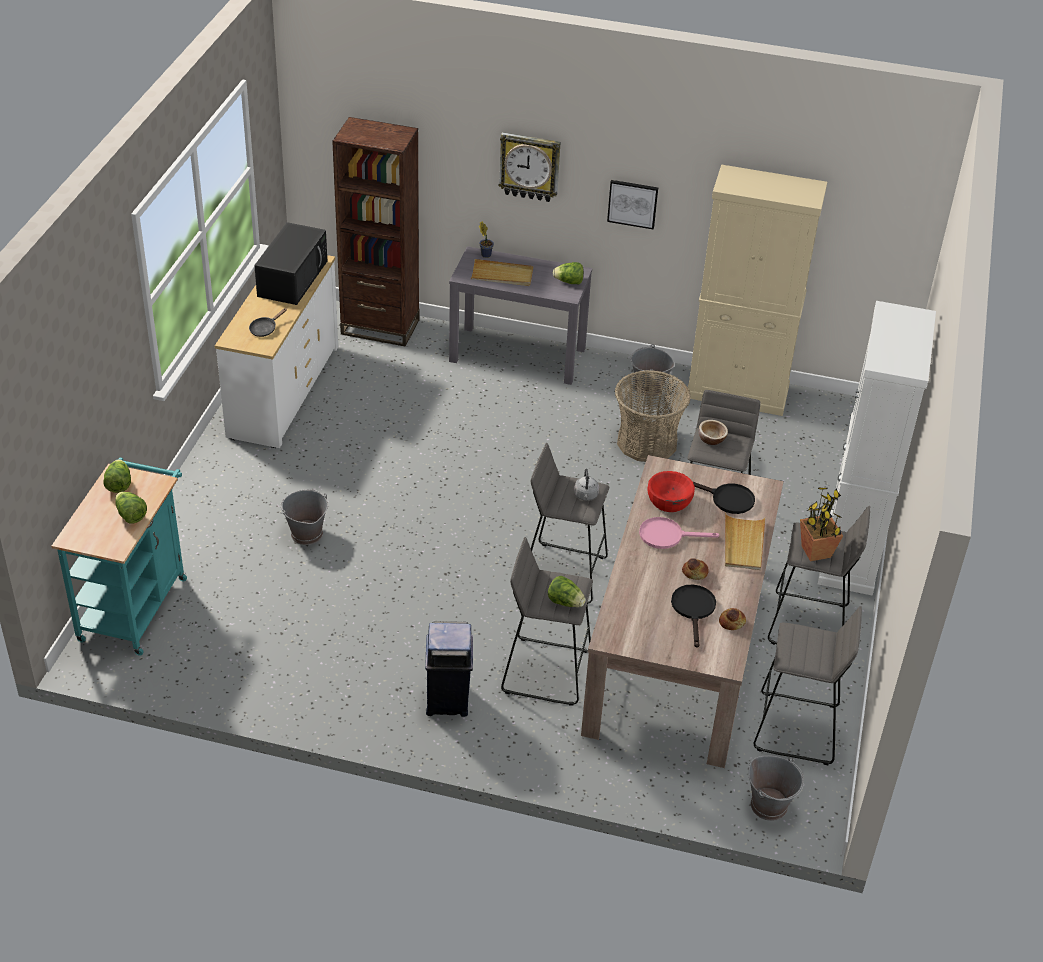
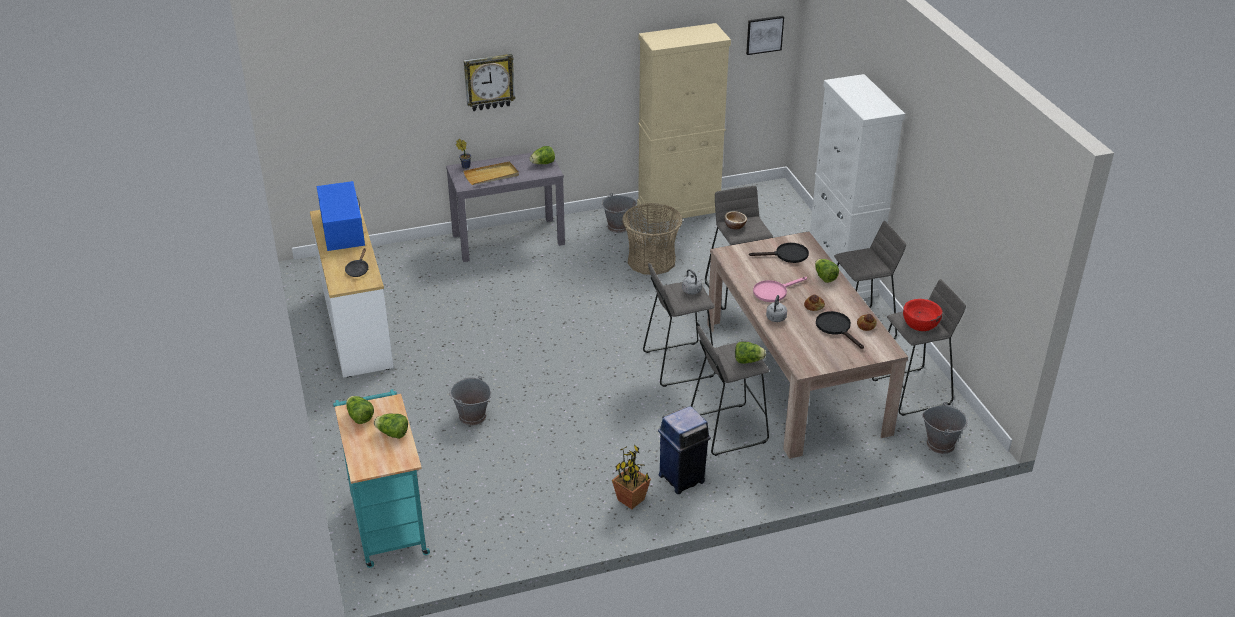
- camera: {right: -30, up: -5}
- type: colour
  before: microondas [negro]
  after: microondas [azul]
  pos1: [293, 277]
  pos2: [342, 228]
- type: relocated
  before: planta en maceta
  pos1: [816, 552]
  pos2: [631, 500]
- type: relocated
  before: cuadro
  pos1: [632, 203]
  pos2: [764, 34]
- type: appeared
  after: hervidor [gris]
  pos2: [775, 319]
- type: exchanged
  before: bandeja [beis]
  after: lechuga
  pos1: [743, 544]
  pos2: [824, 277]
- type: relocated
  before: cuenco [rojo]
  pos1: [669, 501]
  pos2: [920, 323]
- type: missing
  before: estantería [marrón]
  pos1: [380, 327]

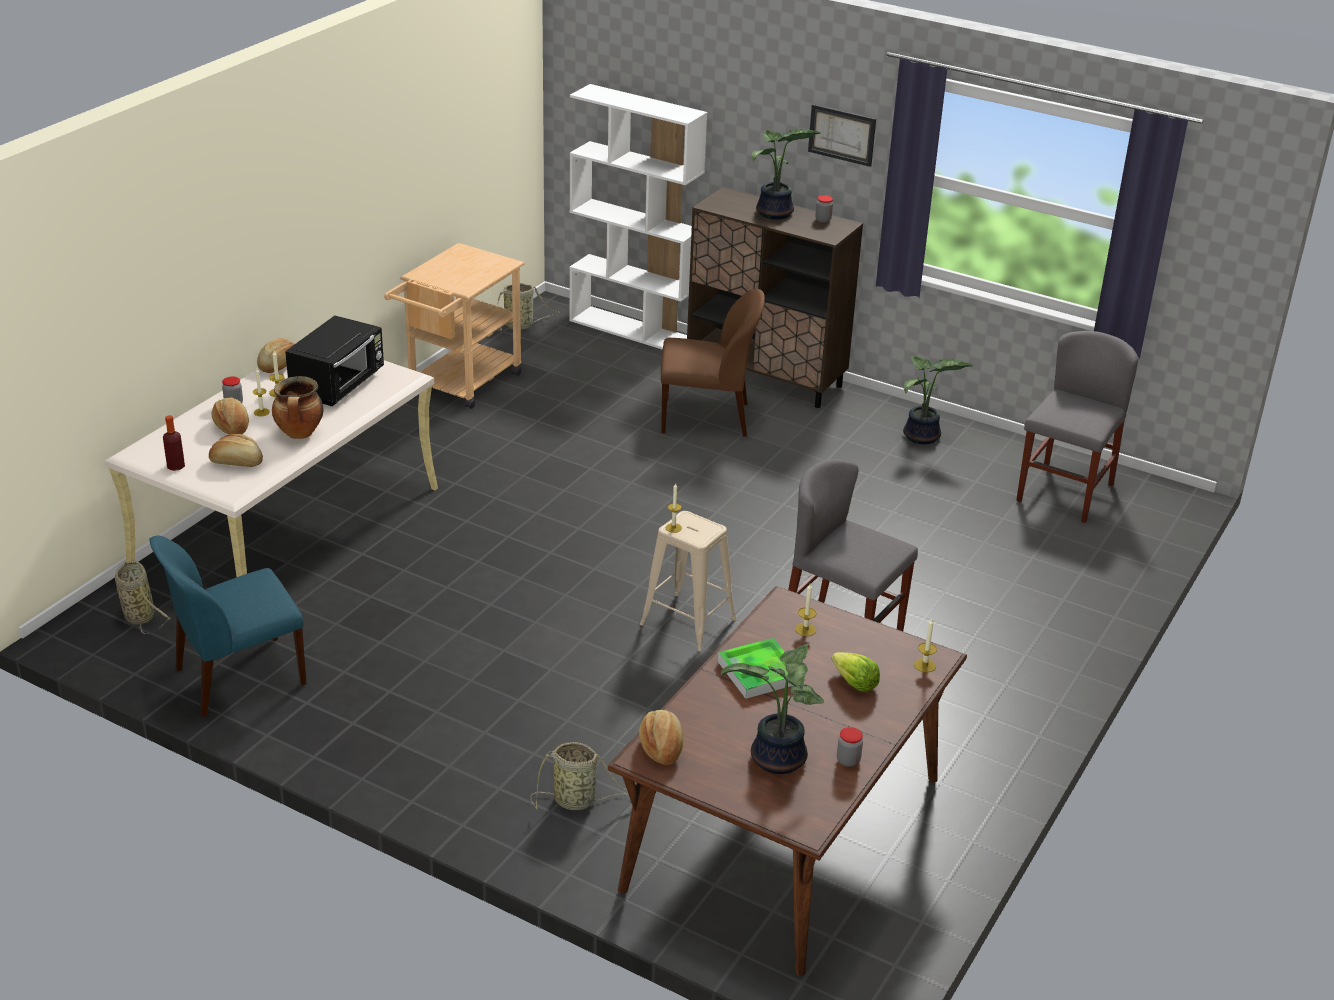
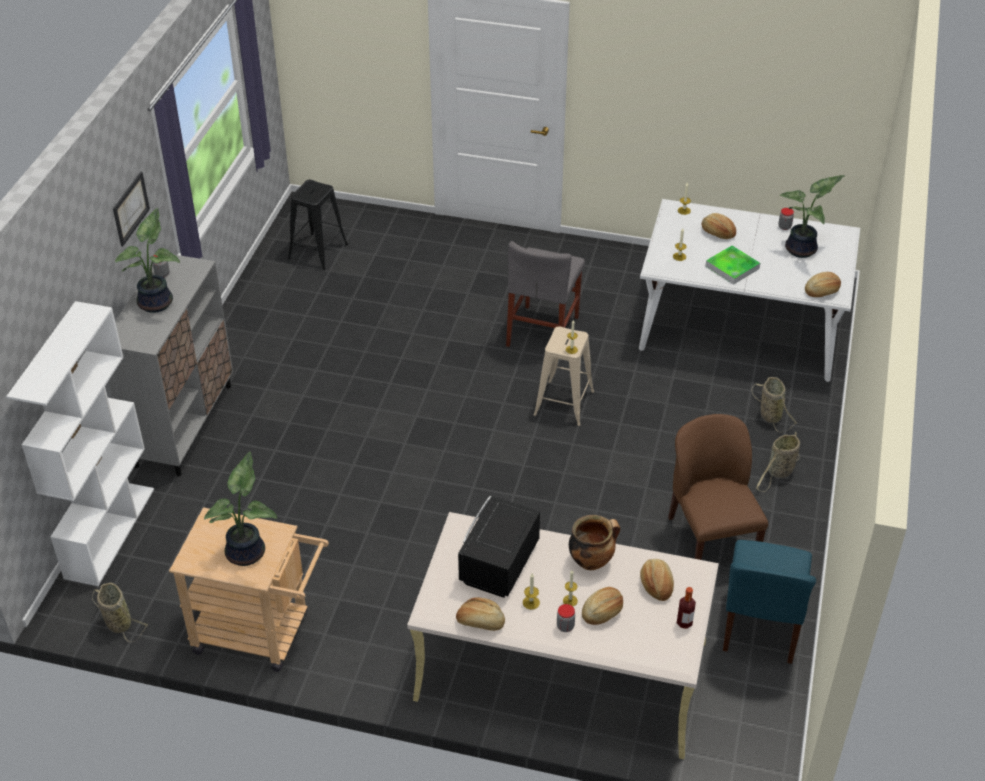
- camera: {right: -105, up: 10}
- type: colour
  before: armario [marrón]
  after: armario [gris]
  pos1: [766, 377]
  pos2: [184, 425]
- type: relocated
  before: planta en maceta
  pos1: [922, 438]
  pos2: [248, 552]
- type: exchanged
  before: silla [gris]
  after: taburete [negro]
  pos1: [1064, 492]
  pos2: [318, 251]
- type: spun
  before: microondas [negro]
  pos1: [339, 385]
  pos2: [498, 565]
  turn: -75
- type: colour
  before: mesa de comedor [marrón]
  after: mesa de comedor [blanco]
  pos1: [784, 834]
  pos2: [741, 327]
- type: relocated
  before: silla [marrón]
  pos1: [707, 418]
  pos2: [710, 539]
- type: exchanged
  before: lechuga
  after: pan
  pos1: [854, 683]
  pos2: [717, 232]
- type: spun
  before: silla [azul]
  pos1: [237, 677]
  pos2: [760, 626]
  turn: 60
- type: relocated
  before: cesta
  pos1: [138, 615]
  pos2: [779, 472]

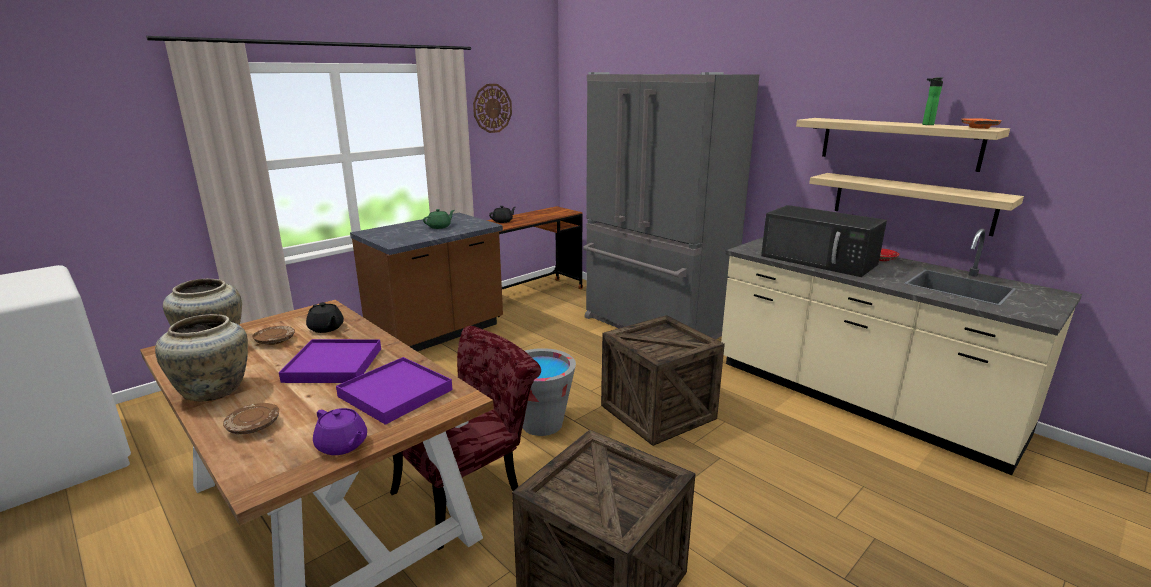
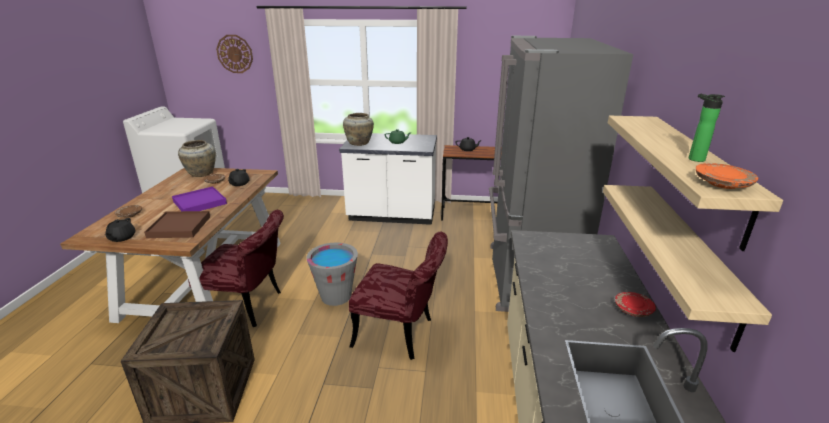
- camera: {right: 50, up: 5}
- type: colour
  before: tetera [morado]
  after: tetera [negro]
  pos1: [342, 445]
  pos2: [121, 238]
- type: colour
  before: bandeja [morado]
  after: bandeja [marrón]
  pos1: [395, 393]
  pos2: [179, 227]
- type: relocated
  before: reloj de pared
  pos1: [492, 108]
  pos2: [235, 54]
- type: colour
  before: mueble bajo de cocina [marrón]
  after: mueble bajo de cocina [blanco]
  pos1: [437, 334]
  pos2: [392, 215]
- type: relocated
  before: florero [beis]
  pos1: [215, 390]
  pos2: [359, 143]
- type: exchanged
  before: caja de embalaje
  after: silla [rojo]
  pos1: [658, 412]
  pos2: [401, 334]
- type: missing
  before: microondas [negro]
  pos1: [820, 260]

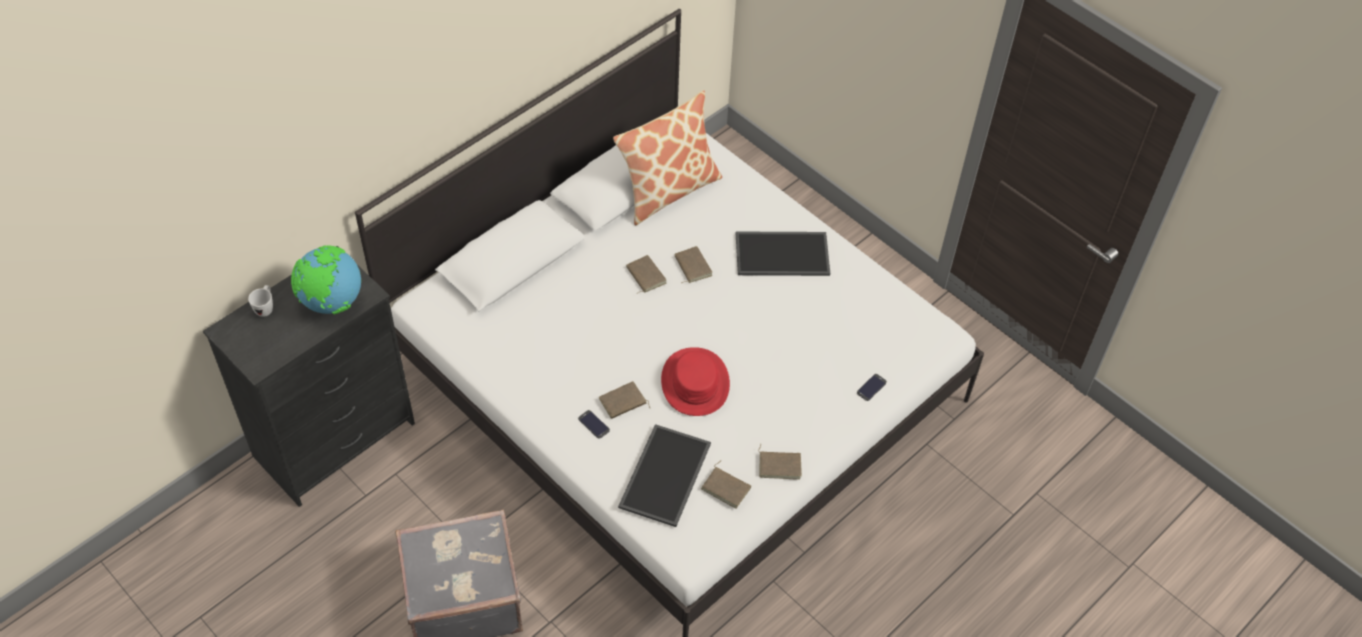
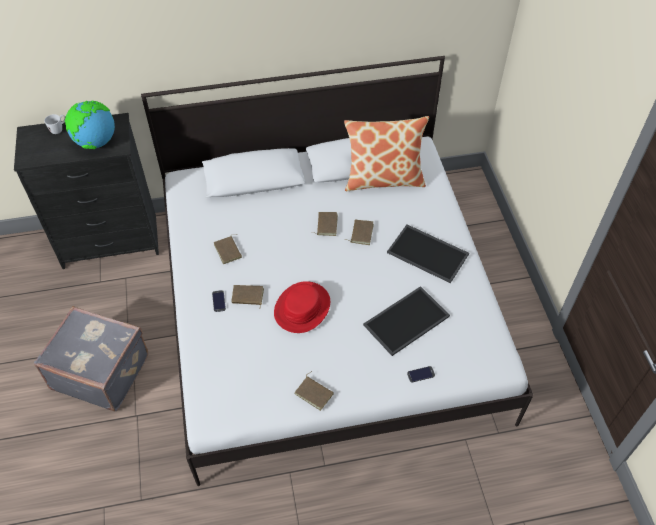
- camera: {right: 35, up: 0}
- type: relocated
  before: libro [marrón]
  pos1: [727, 487]
  pos2: [229, 251]
- type: relocated
  before: bandeja
  pos1: [664, 474]
  pos2: [406, 319]

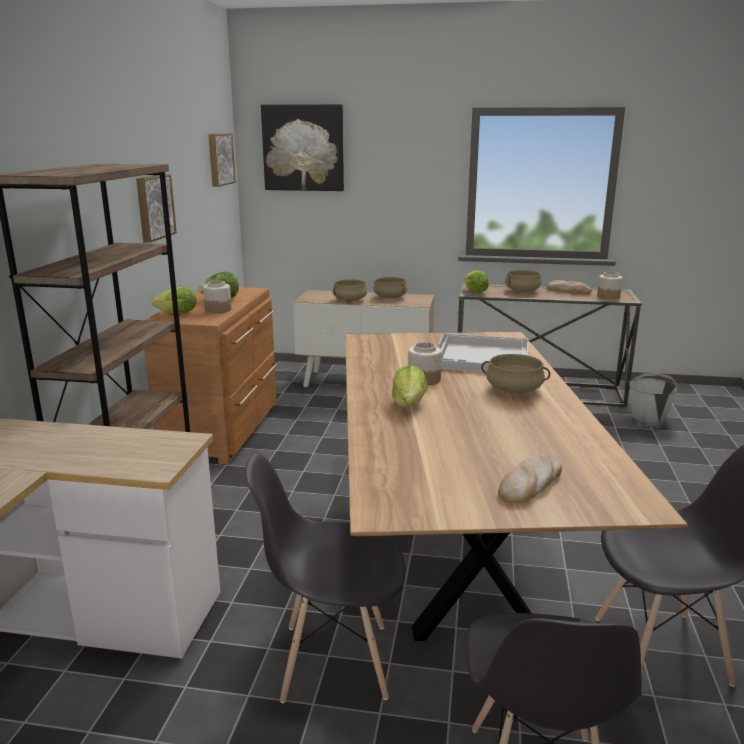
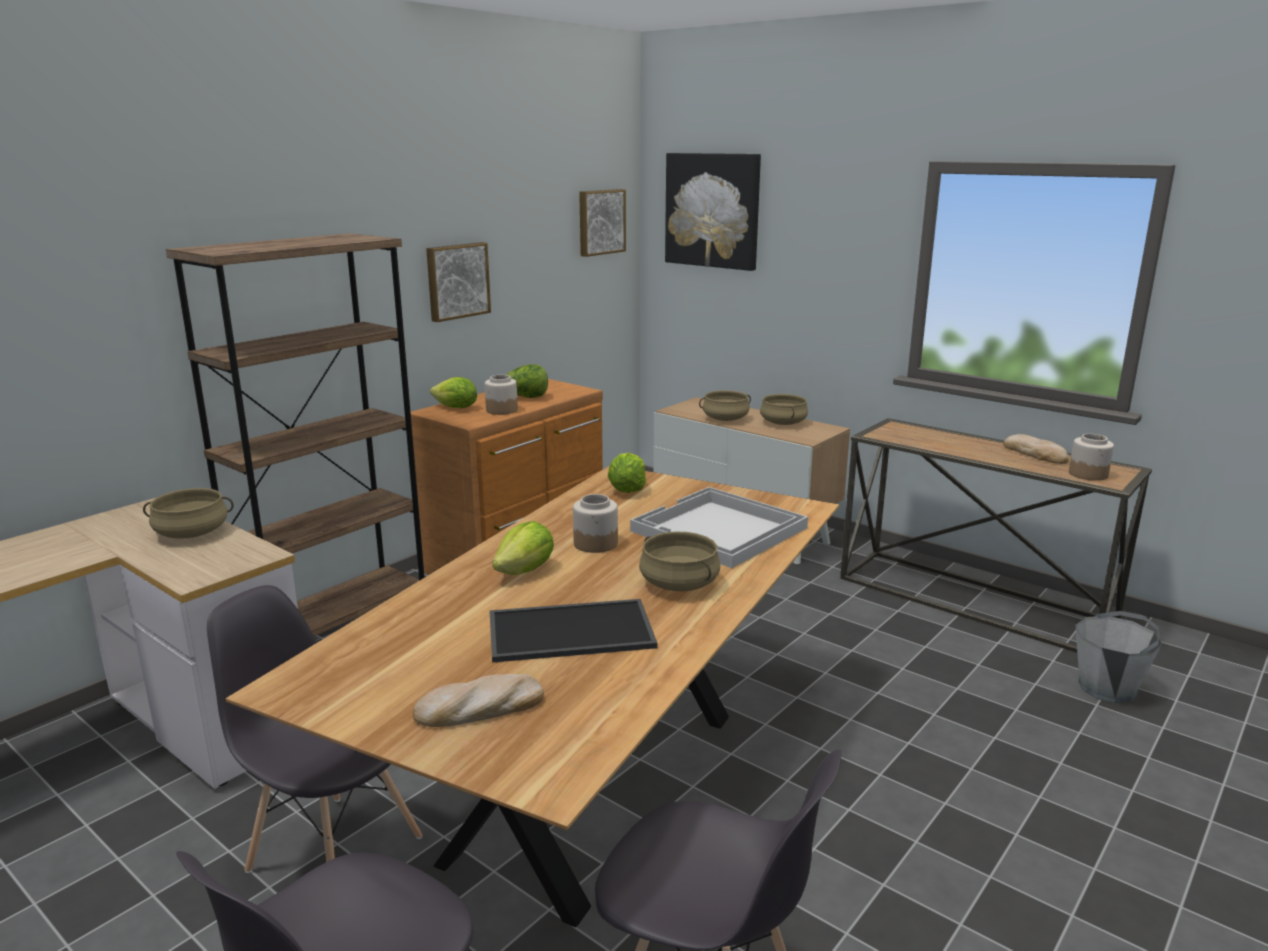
- camera: {right: 30, up: 0}
- type: relocated
  before: olla [beis]
  pos1: [522, 291]
  pos2: [192, 533]
- type: appeared
  after: bandeja
  pos2: [569, 632]
- type: relocated
  before: lechuga
  pos1: [475, 292]
  pos2: [627, 490]

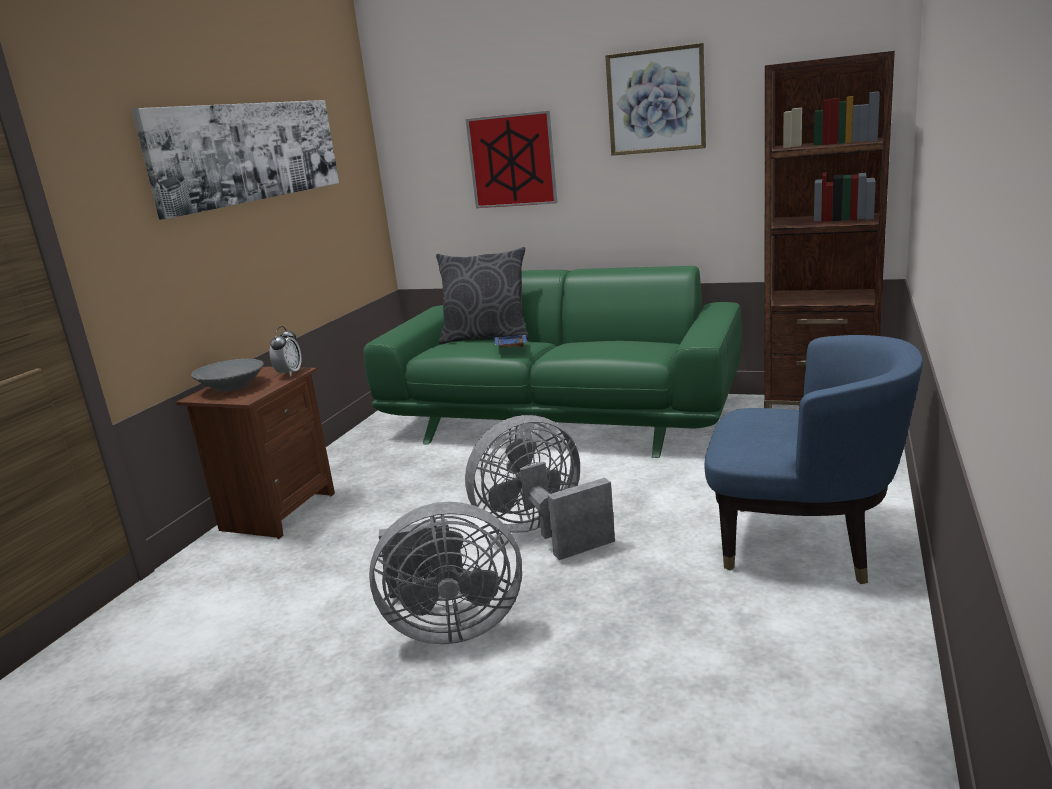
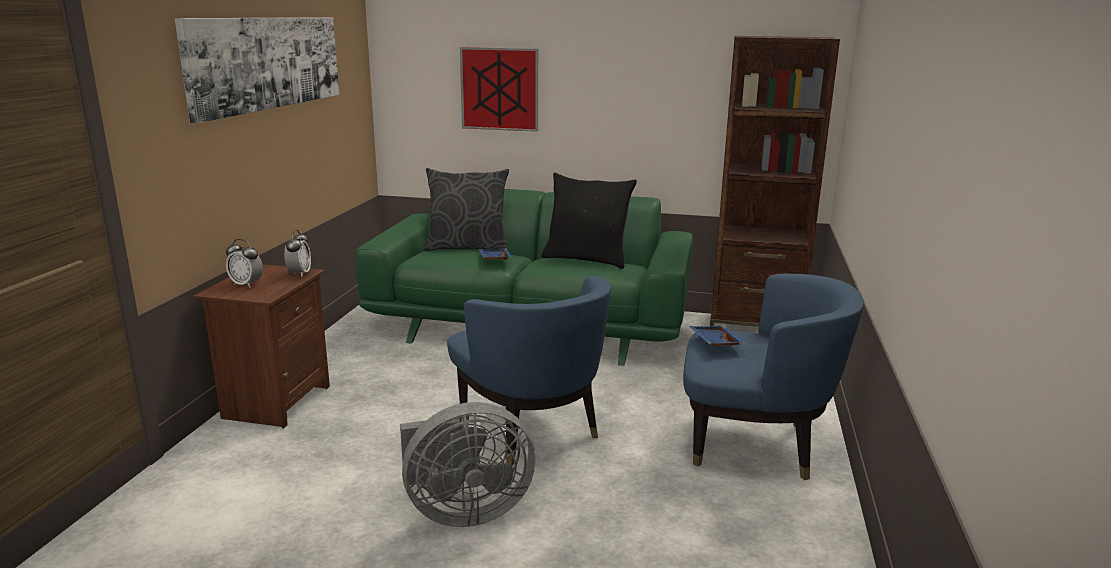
- camera: {right: -10, up: 0}
- type: exchanged
  before: cuenco [gris]
  after: despertador
  pos1: [232, 387]
  pos2: [246, 284]
- type: exchanged
  before: ventilador [gris]
  after: sillón [azul]
  pos1: [540, 533]
  pos2: [530, 430]
- type: appeared
  after: cojín [negro]
  pos2: [586, 259]
- type: appeared
  after: bandeja [azul]
  pos2: [714, 343]
- type: missing
  before: cuadro
  pos1: [656, 101]

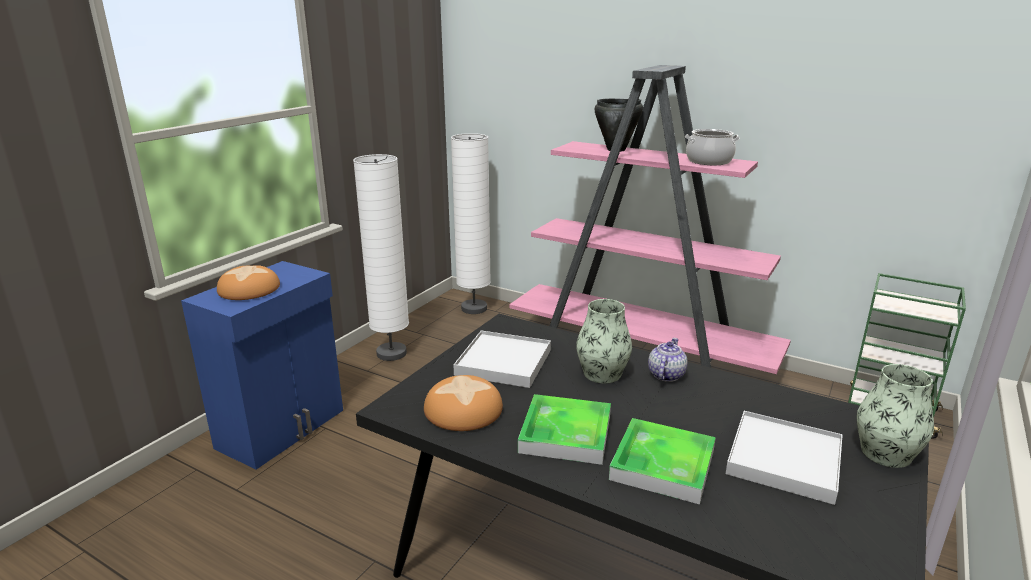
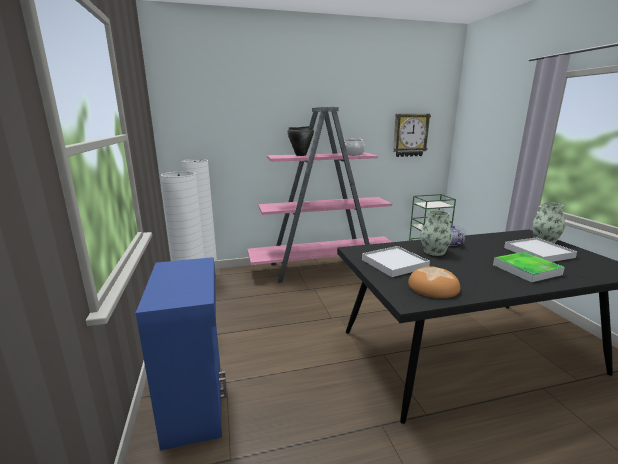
- camera: {right: -45, up: -5}
- type: appeared
  after: reloj de pared
  pos2: [410, 135]
- type: missing
  before: pan
  pos1: [249, 289]
- type: missing
  before: bandeja
  pos1: [565, 434]

